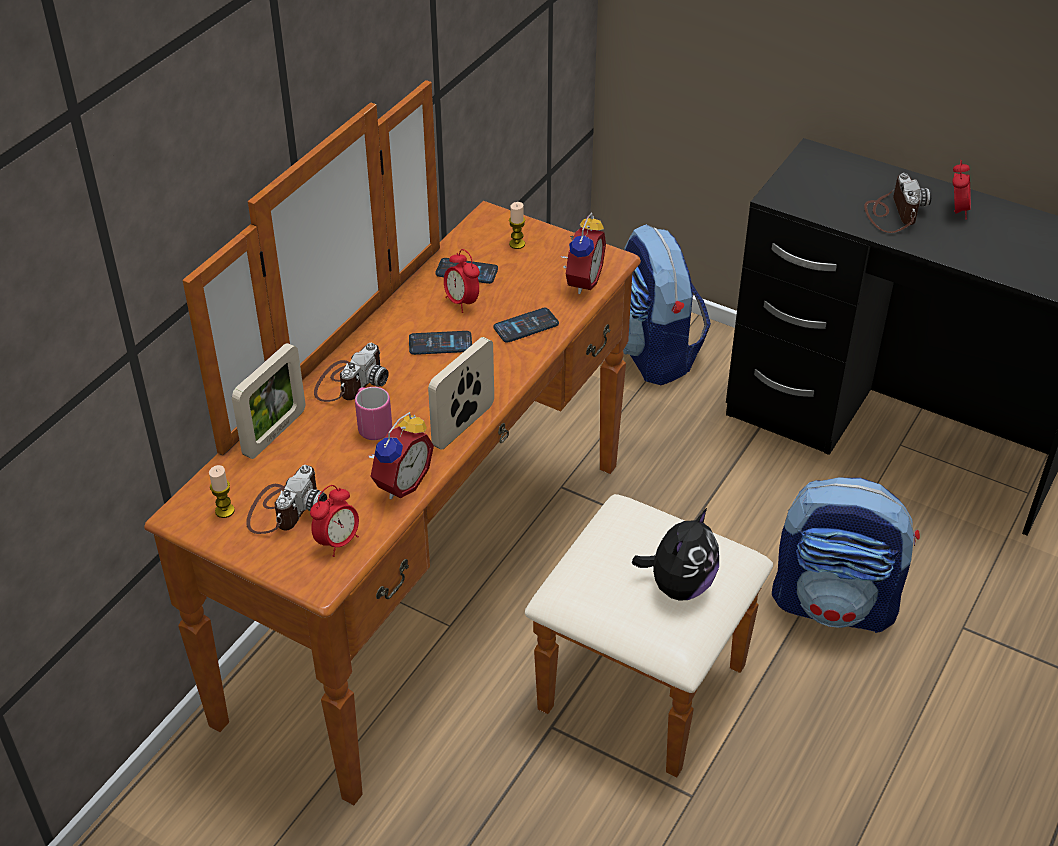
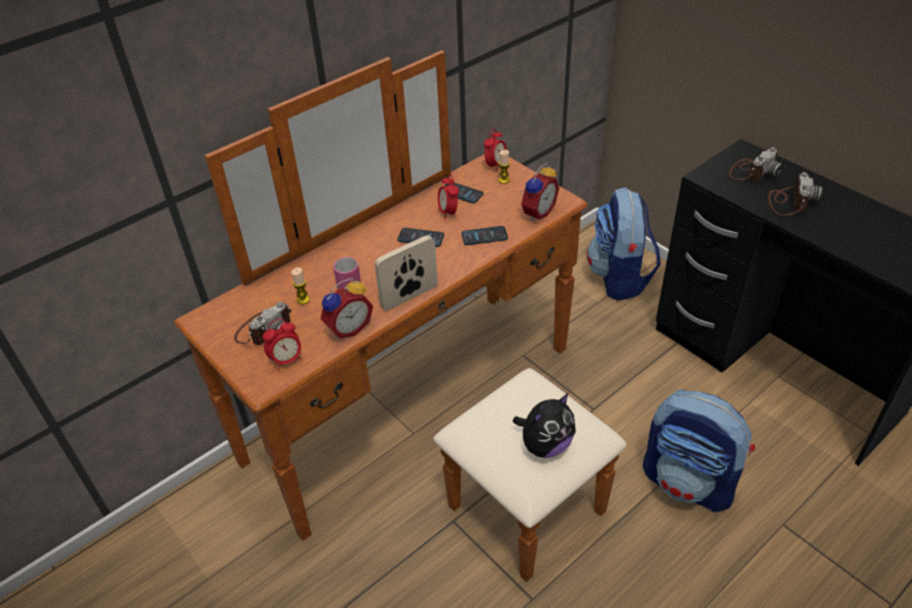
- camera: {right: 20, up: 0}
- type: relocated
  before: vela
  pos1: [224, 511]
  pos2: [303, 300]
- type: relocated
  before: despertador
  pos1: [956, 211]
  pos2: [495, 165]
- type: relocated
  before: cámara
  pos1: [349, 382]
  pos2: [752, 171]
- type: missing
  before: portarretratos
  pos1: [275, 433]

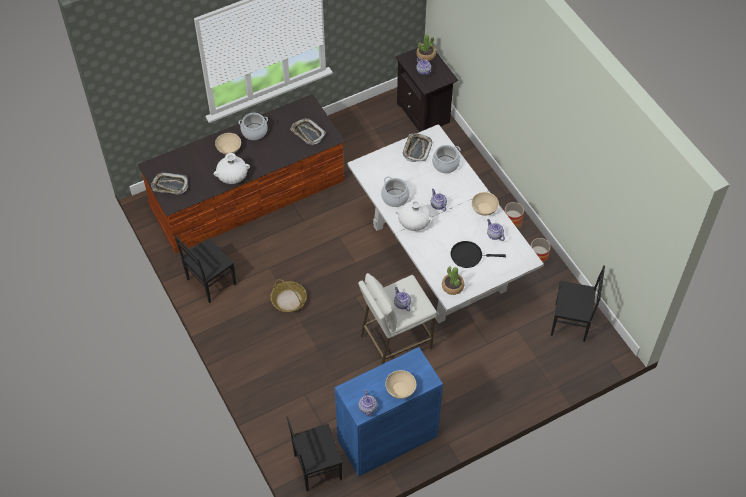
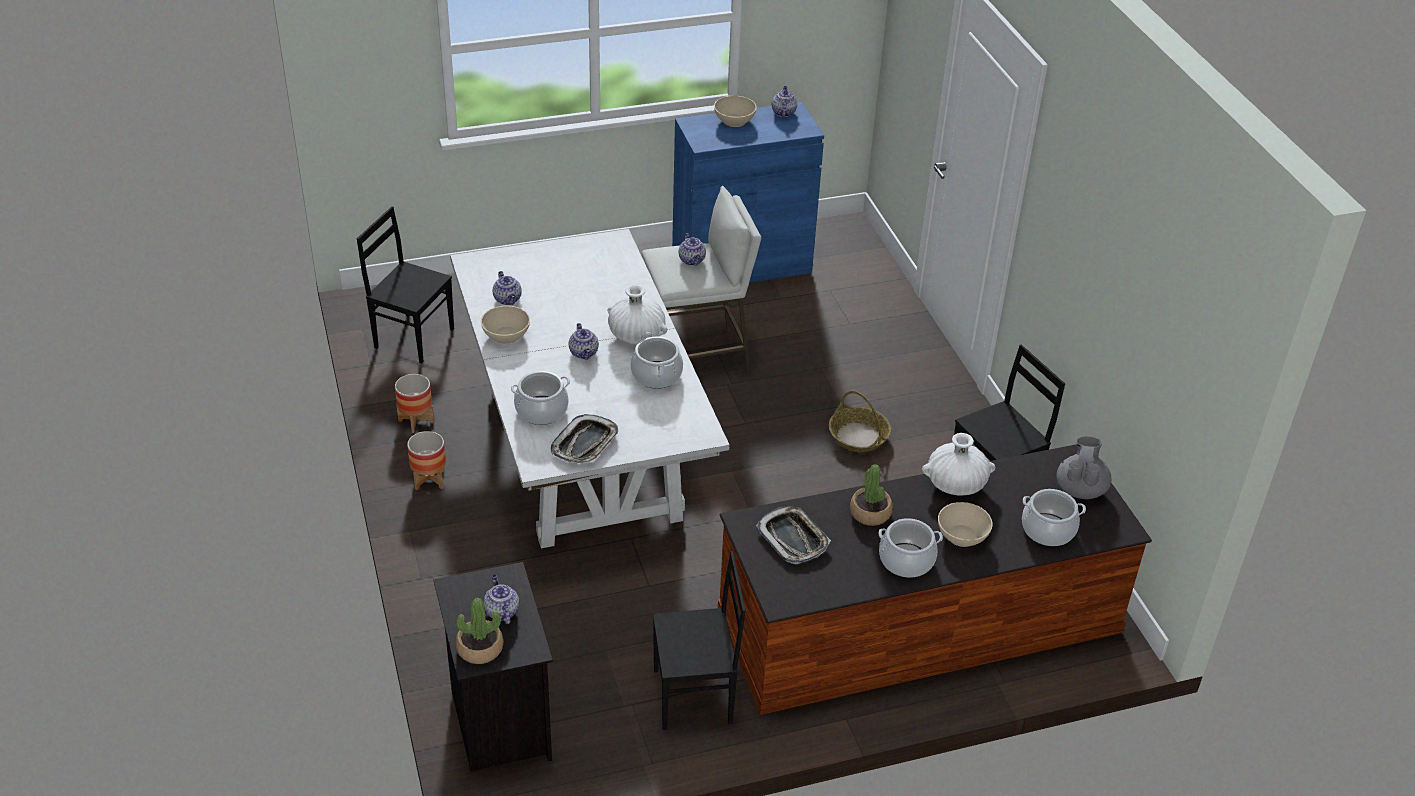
- camera: {right: -170, up: -15}
- type: relocated
  before: silla [negro]
  pos1: [316, 467]
  pos2: [694, 697]
- type: relocated
  before: planta en maceta
  pos1: [452, 286]
  pos2: [870, 513]
- type: appeared
  after: olla
  pos2: [1048, 530]
- type: exchanged
  before: bandeja
  after: tetera [gris]
  pos1: [170, 185]
  pos2: [1080, 489]
- type: missing
  before: sartén [negro]
  pos1: [469, 256]

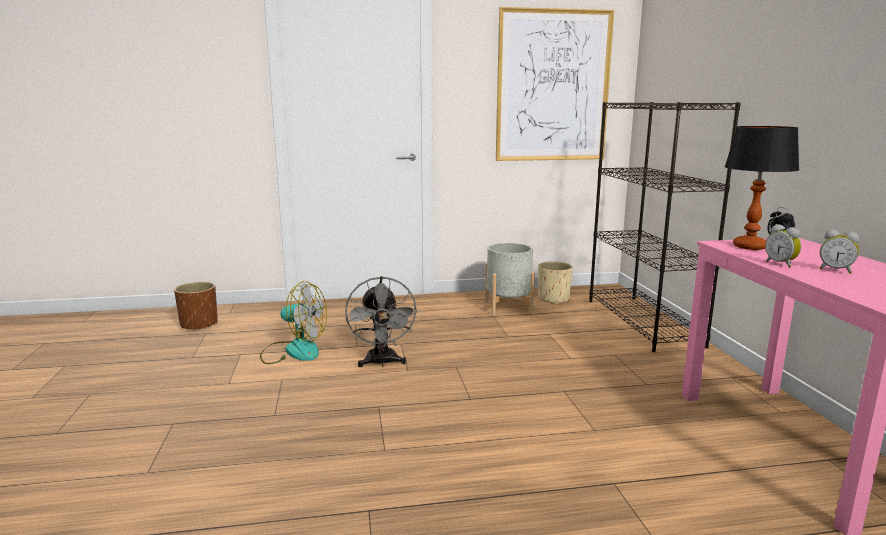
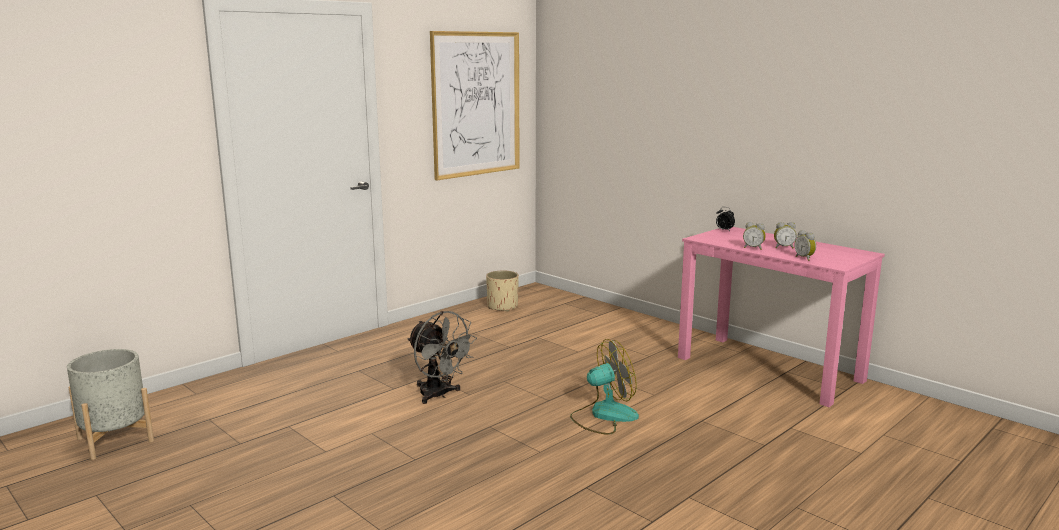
- camera: {right: -35, up: 0}
- type: relocated
  before: maceta [gris]
  pos1: [508, 307]
  pos2: [115, 439]
- type: relocated
  before: ventilador
  pos1: [293, 351]
  pos2: [603, 416]
- type: appeared
  after: despertador
  pos2: [805, 258]
- type: missing
  before: maceta [marrón]
  pos1: [199, 324]
- type: missing
  before: estantería [negro]
  pos1: [643, 322]
- type: missing
  before: lámpara de mesa
  pos1: [749, 247]

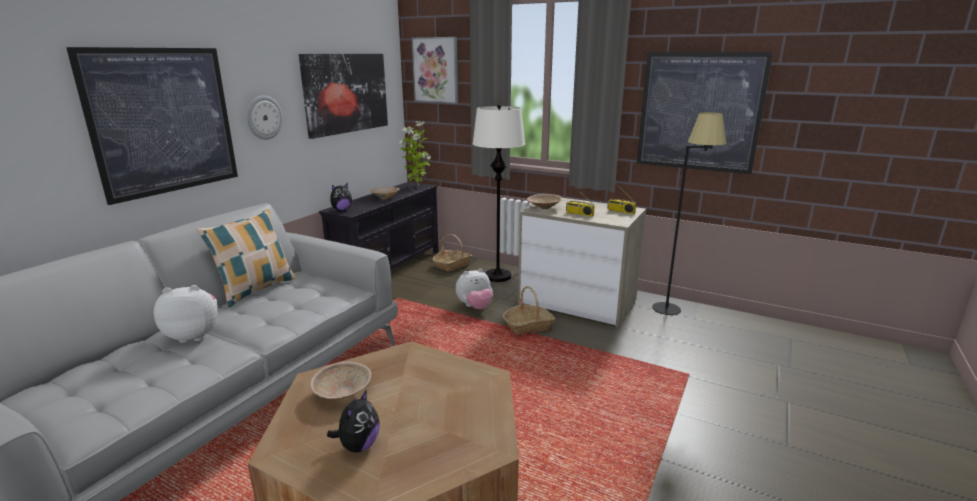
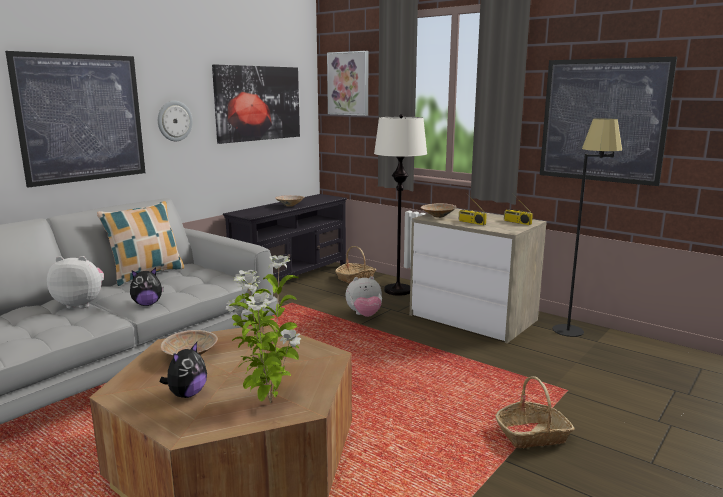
- camera: {right: 10, up: -5}
- type: relocated
  before: peluche
  pos1: [341, 210]
  pos2: [147, 304]
- type: relocated
  before: planta en maceta
  pos1: [417, 186]
  pos2: [268, 402]
- type: relocated
  before: cesta
  pos1: [528, 326]
  pos2: [533, 435]

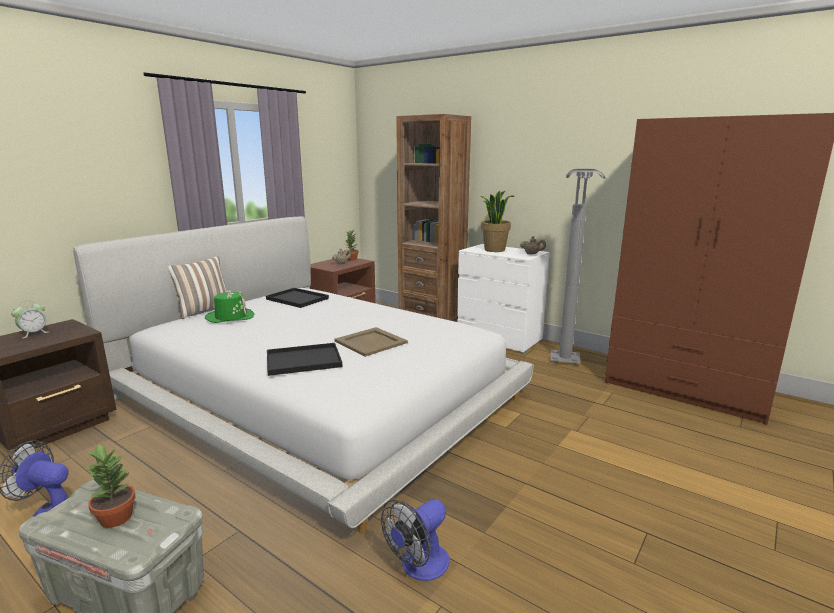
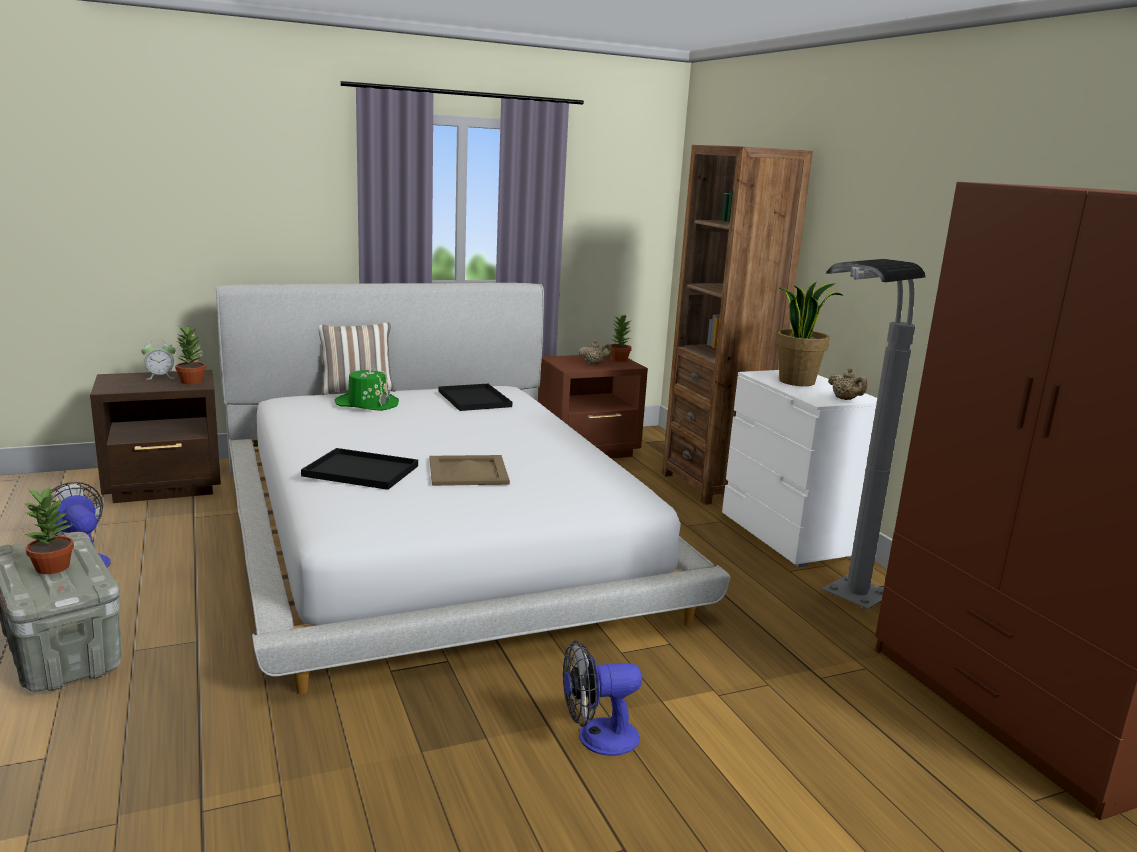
- camera: {right: 30, up: 0}
- type: appeared
  after: planta en maceta
  pos2: [191, 381]
- type: relocated
  before: ventilador
  pos1: [419, 567]
  pos2: [597, 738]

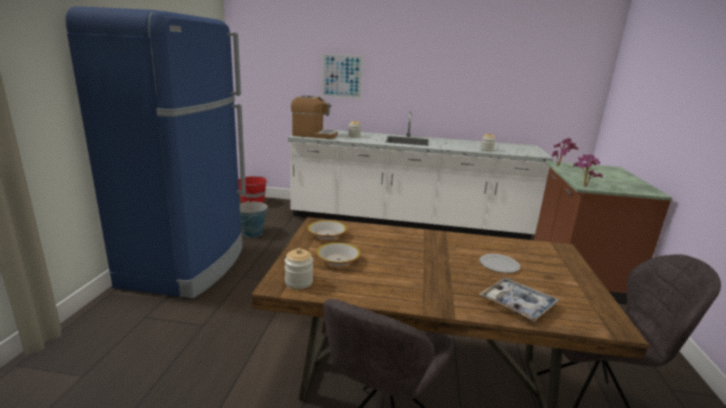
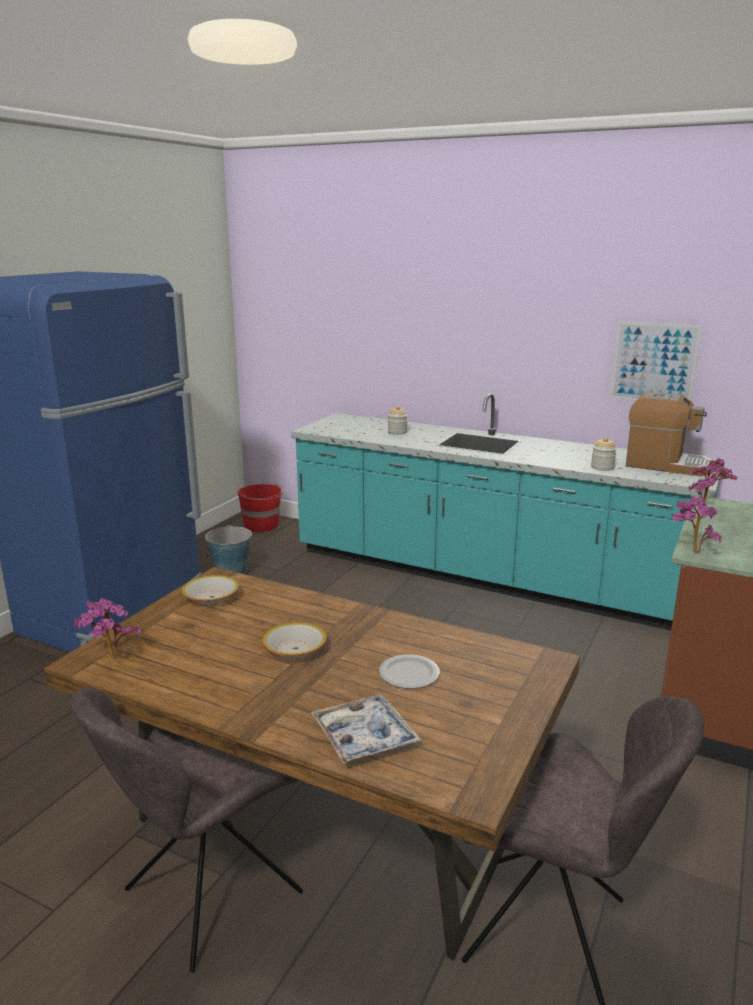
- camera: {right: 20, up: 0}
- type: exchanged
  before: tarro
  after: planta en maceta
  pos1: [299, 282]
  pos2: [110, 660]
- type: relocated
  before: cuenco
  pos1: [338, 260]
  pos2: [295, 649]
- type: colour
  before: mueble bajo de cocina [blanco]
  after: mueble bajo de cocina [turquesa]
  pos1: [408, 222]
  pos2: [486, 578]
- type: relocated
  before: cuadro
  pos1: [342, 76]
  pos2: [654, 363]
- type: relocated
  before: cafetera
  pos1: [314, 135]
  pos2: [666, 465]

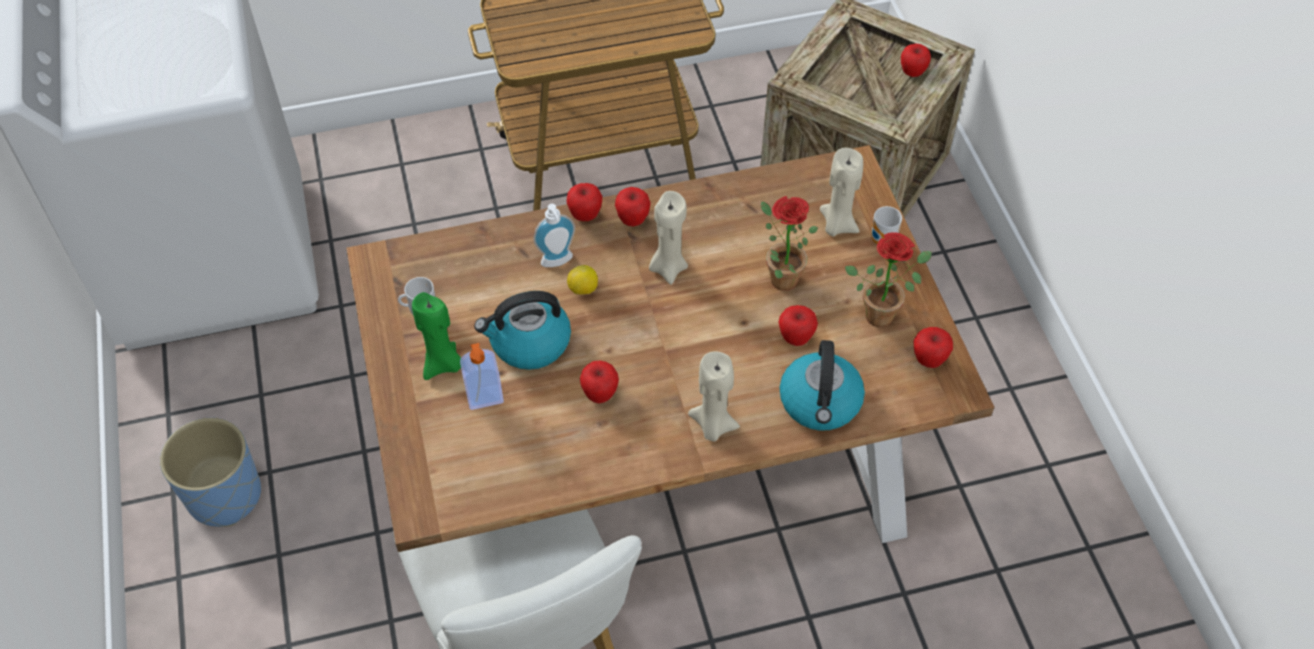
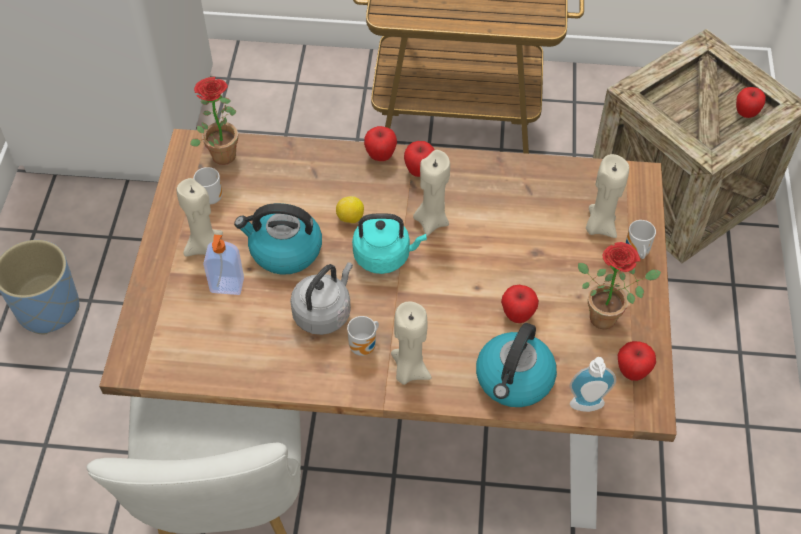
- camera: {right: 20, up: 0}
- type: colour
  before: vela [verde]
  after: vela [beis]
  pos1: [443, 364]
  pos2: [206, 248]
- type: relocated
  before: planta en maceta
  pos1: [778, 277]
  pos2: [221, 152]
- type: exchanged
  before: manzana
  after: hervidor [gris]
  pos1: [600, 394]
  pos2: [324, 312]
- type: appeared
  after: taza grande
  pos2: [365, 347]
- type: appeared
  after: hervidor [turquesa]
  pos2: [385, 256]
- type: relocated
  before: dispensador de jabón
  pos1: [558, 262]
  pos2: [587, 408]

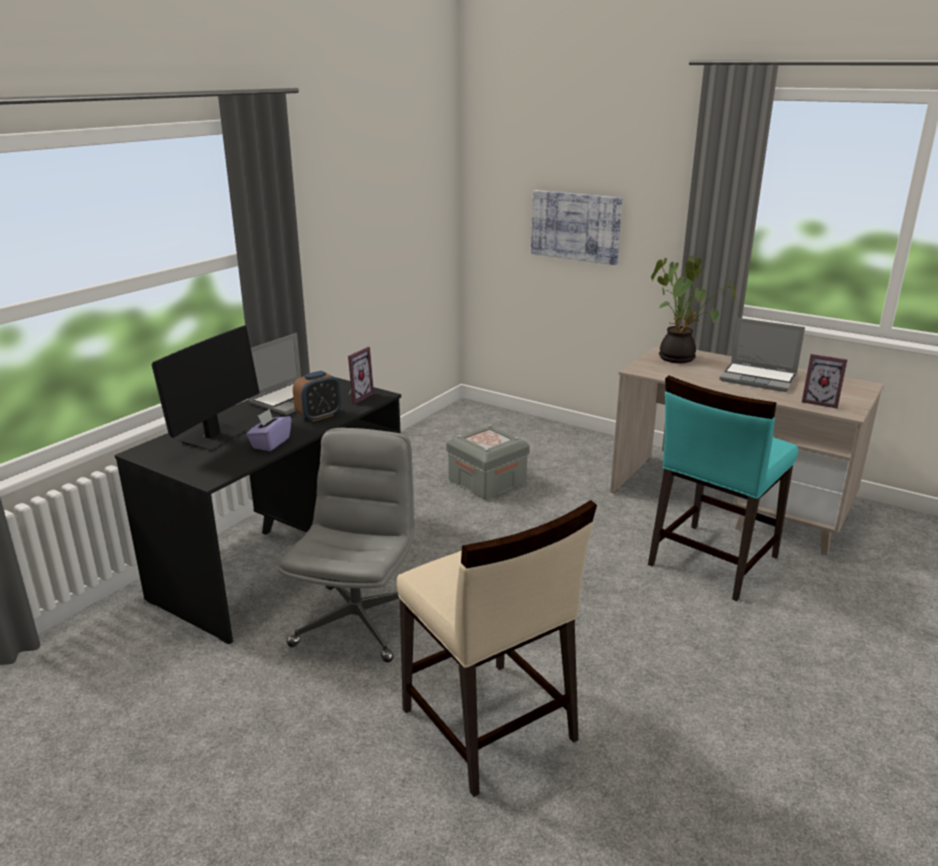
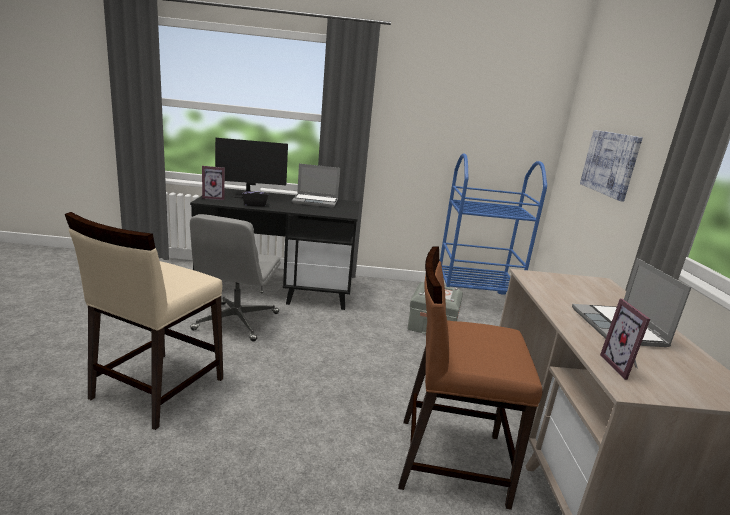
- camera: {right: 55, up: -5}
- type: spun
  before: silla de oficina [gris]
  pos1: [357, 621]
  pos2: [236, 322]
  turn: 120
- type: relocated
  before: portarretratos
  pos1: [356, 396]
  pos2: [214, 197]
- type: colour
  before: caja de pañuelos [morado]
  after: caja de pañuelos [negro]
  pos1: [270, 443]
  pos2: [255, 204]
- type: colour
  before: silla [turquesa]
  after: silla [marrón]
  pos1: [711, 561]
  pos2: [450, 459]
- type: appeared
  after: carrito [azul]
  pos2: [474, 300]
- type: missing
  before: despertador
  pos1: [319, 416]
- type: missing
  before: planta en maceta
  pos1: [680, 358]

